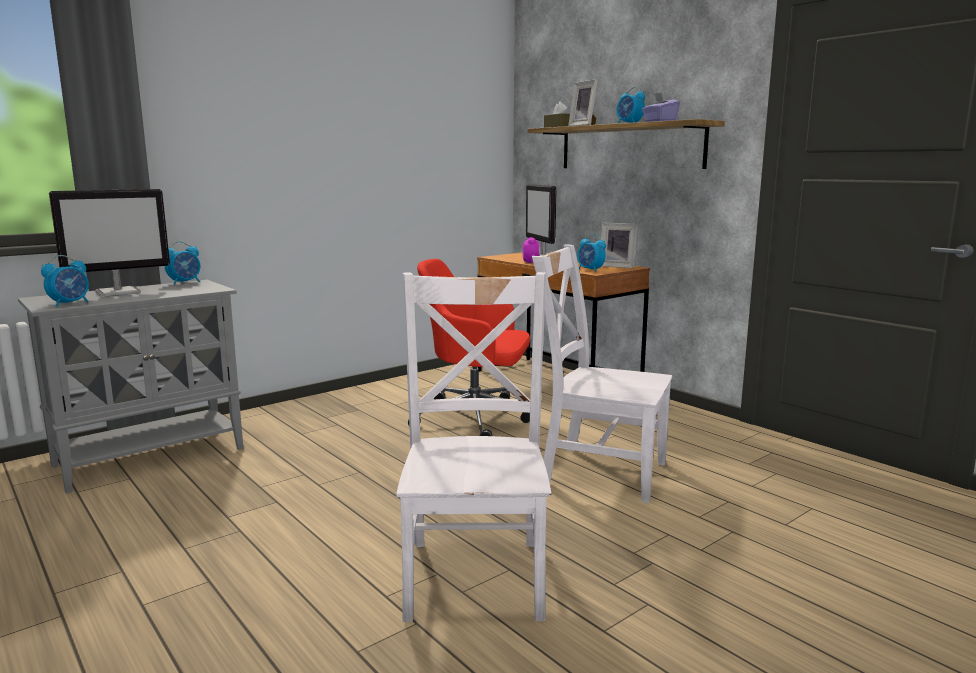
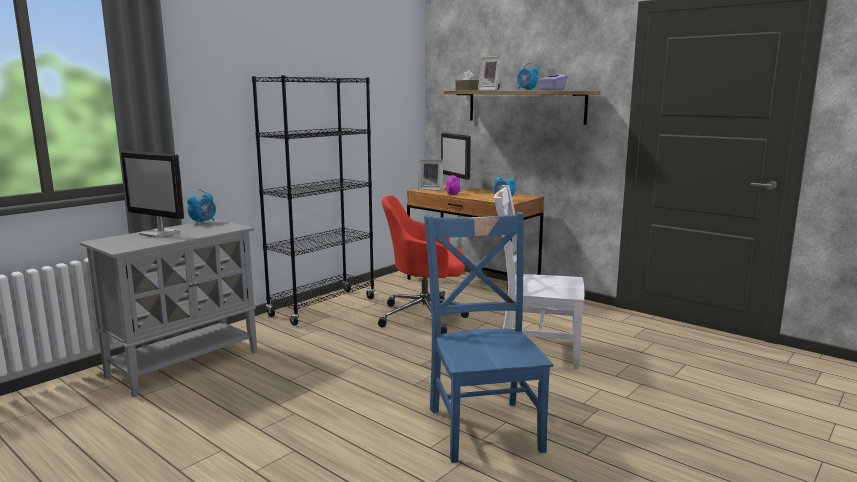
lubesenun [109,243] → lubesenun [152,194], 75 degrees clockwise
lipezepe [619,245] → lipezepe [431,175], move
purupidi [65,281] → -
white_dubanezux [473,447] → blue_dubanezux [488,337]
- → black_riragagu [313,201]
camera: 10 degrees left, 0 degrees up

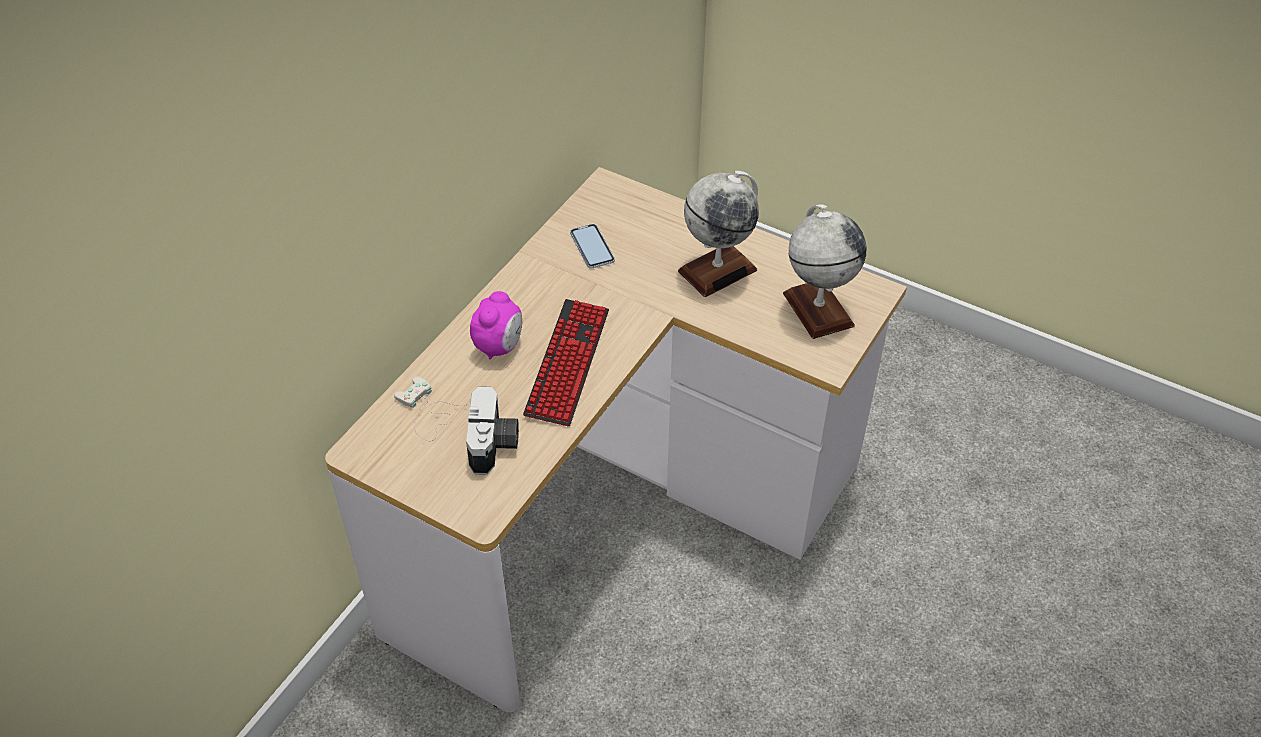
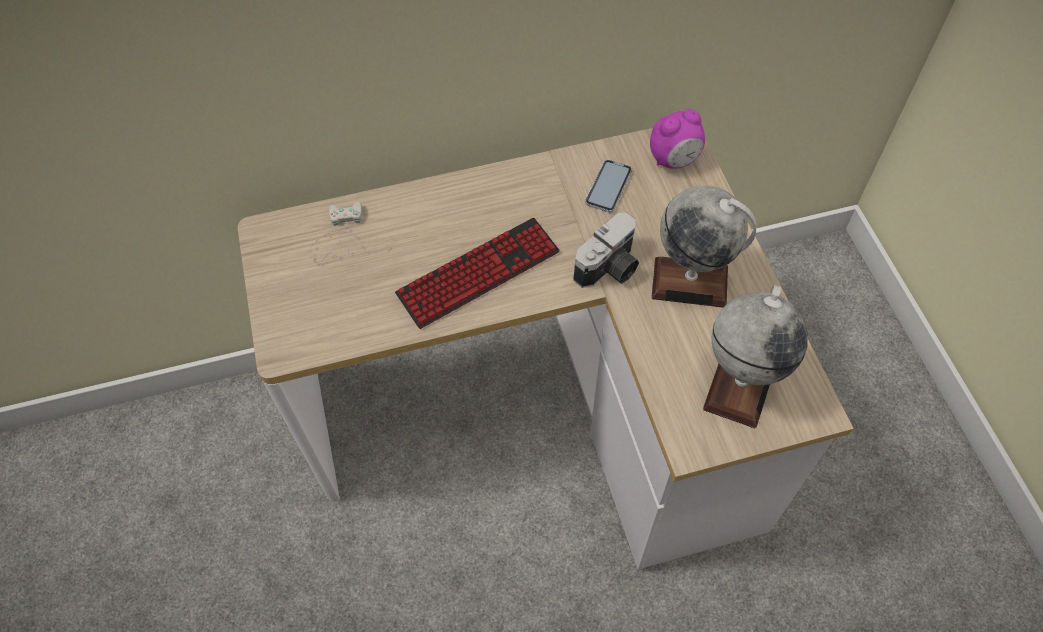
purupidi [496,325] → purupidi [677,139], move
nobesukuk [492,430] → nobesukuk [606,250], move
camera: 45 degrees right, 10 degrees up

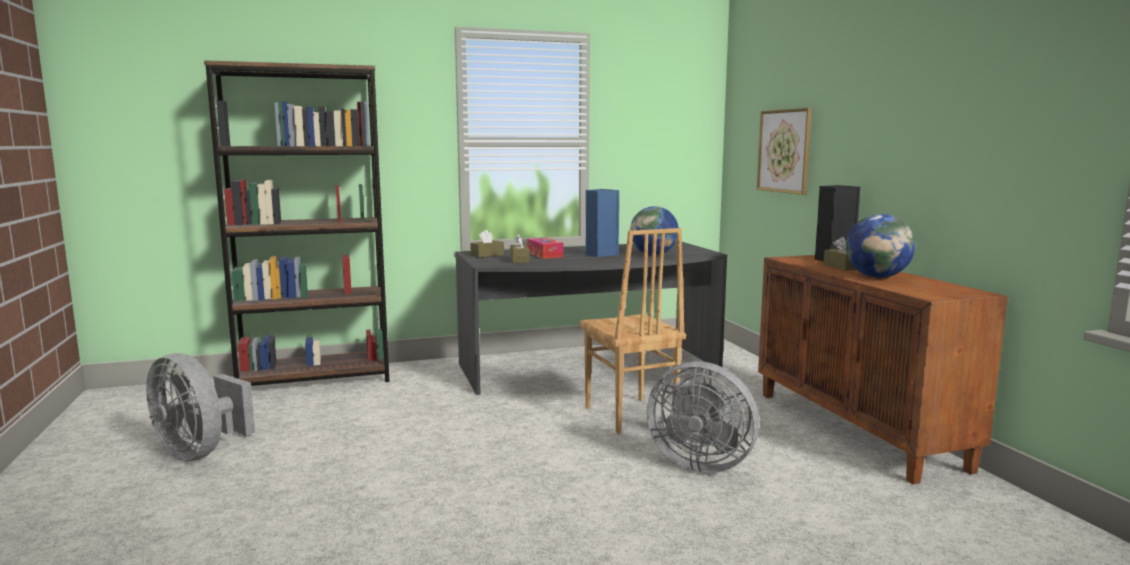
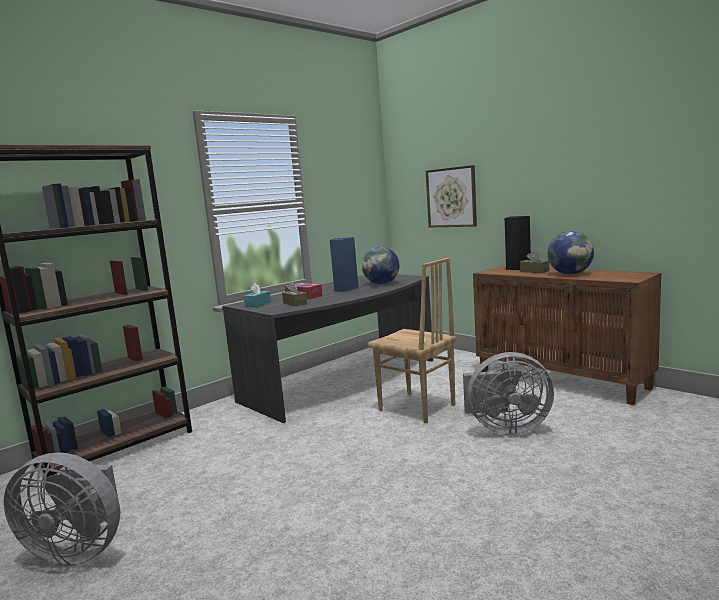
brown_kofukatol [487,244] → turquoise_kofukatol [257,295]
camera: 25 degrees left, 0 degrees up

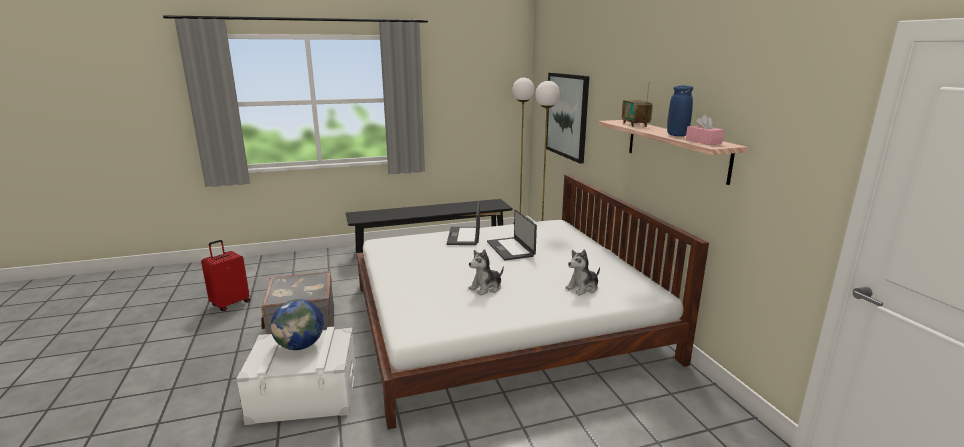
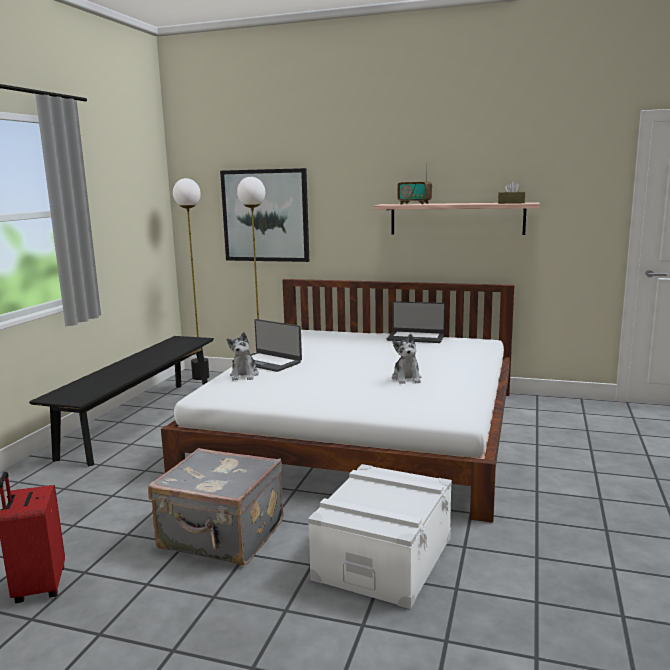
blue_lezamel [680,111] → -
pink_kofukatol [705,129] → brown_kofukatol [511,192]
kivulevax [512,235] → kivulevax [416,322], move
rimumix [582,272] → rimumix [243,356], move
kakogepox [297,324] → -
camera: 55 degrees left, 5 degrees down

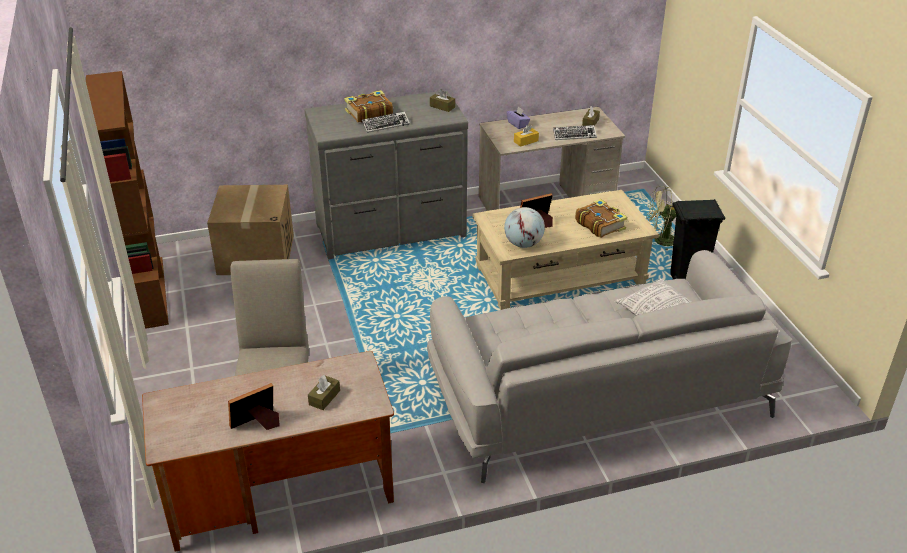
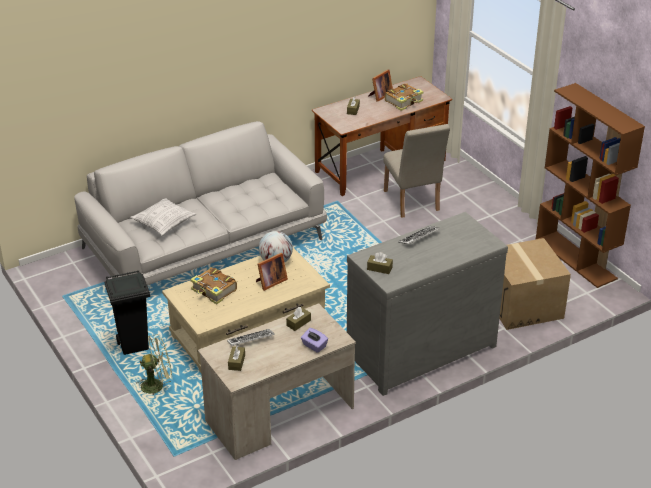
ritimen [368,106] → ritimen [404,97], move
yellow_kofukatol [526,136] → brown_kofukatol [298,319]
camera: 165 degrees right, 0 degrees up

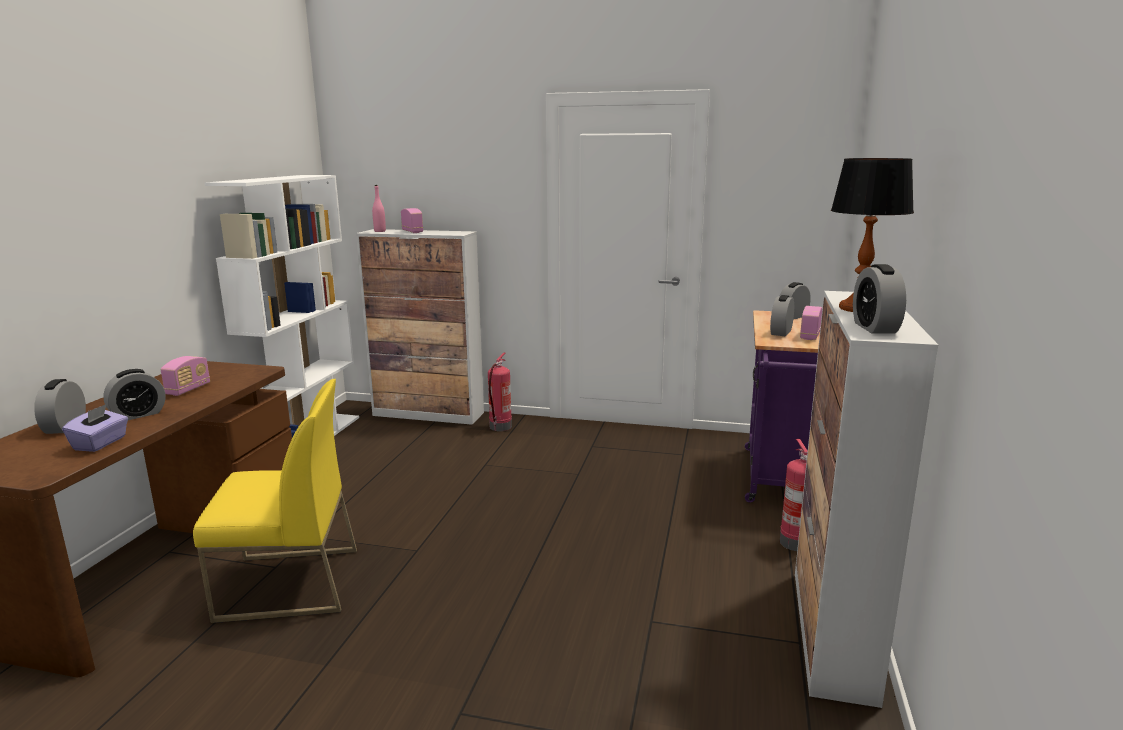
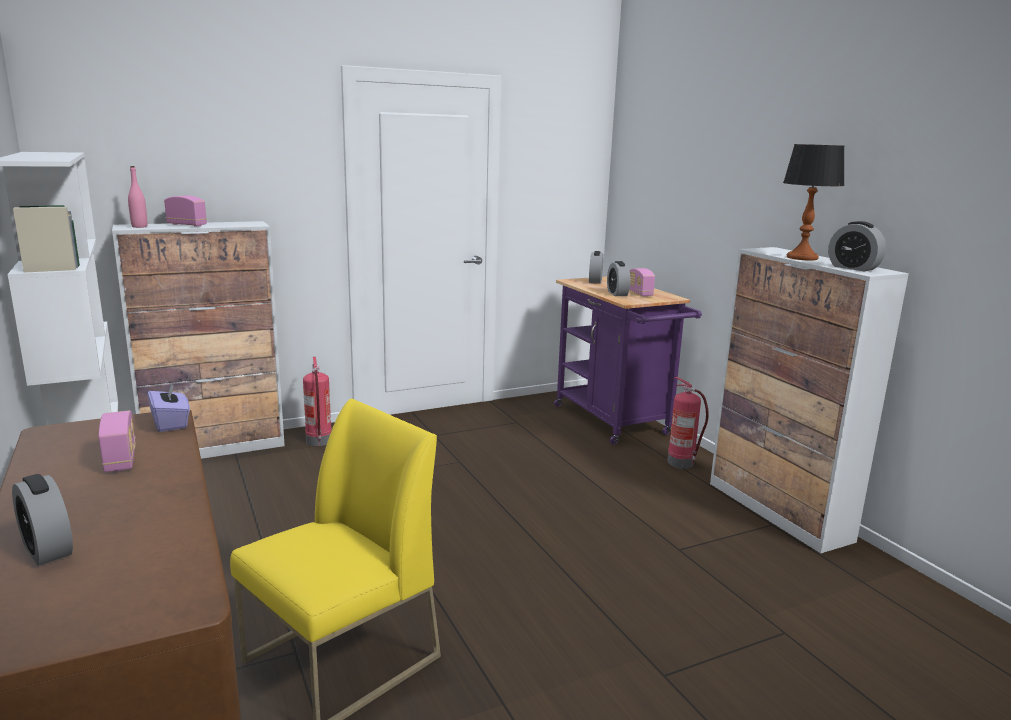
purupidi [134,394] → -
purple_kofukatol [95,428] → purple_kofukatol [169,407], move
camera: 40 degrees left, 0 degrees up

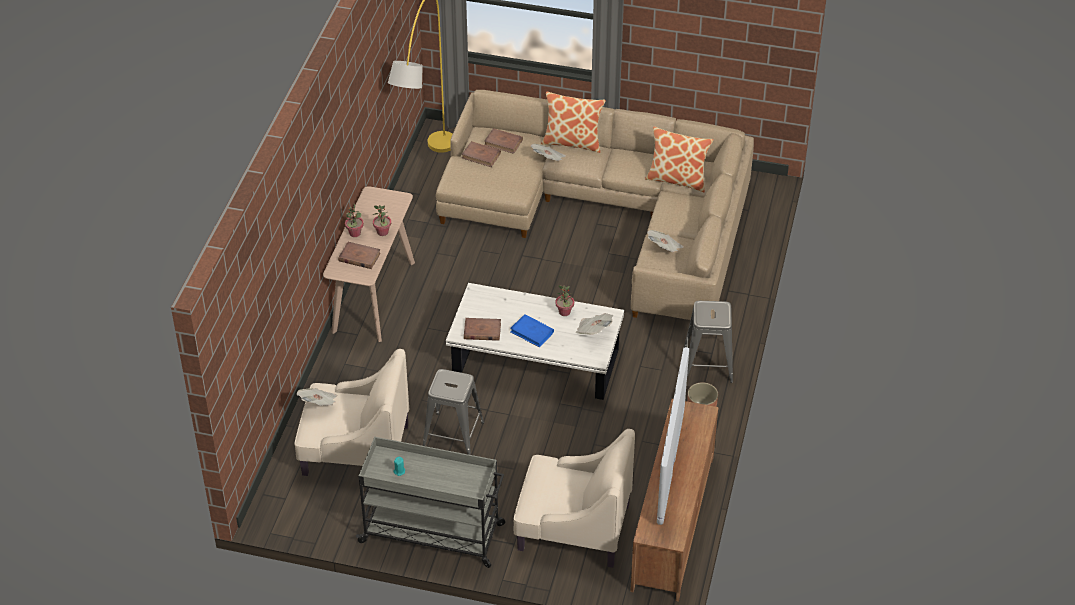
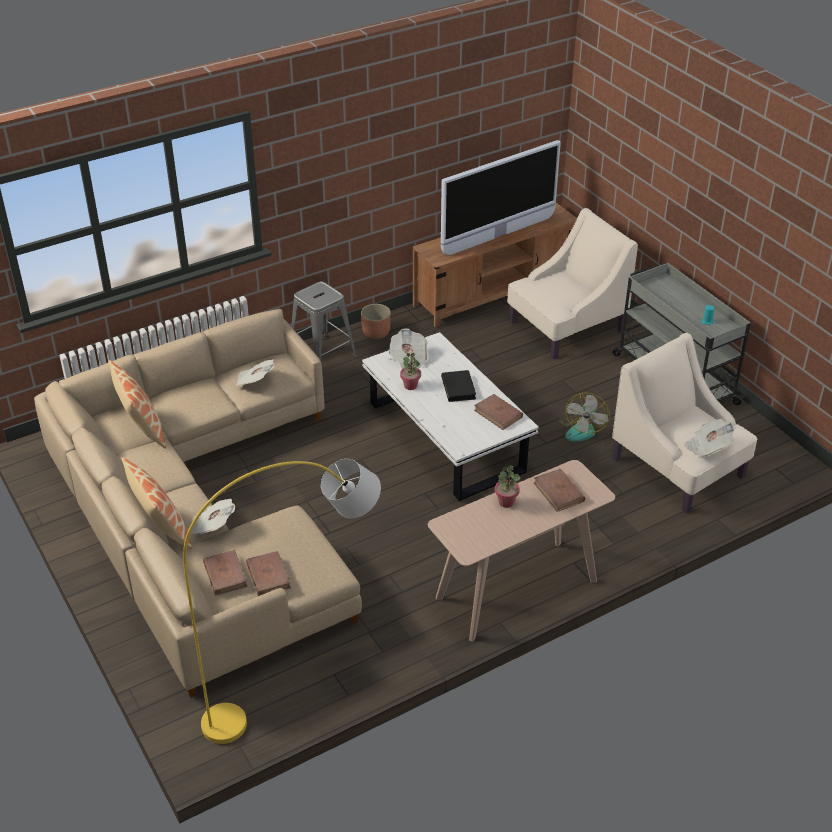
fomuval [354,220] → -
blue_ritimen [532,331] → black_ritimen [458,386]
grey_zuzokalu [453,412] → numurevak [584,417]
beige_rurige [574,498] → beige_rurige [572,284], 90 degrees clockwise
camera: 135 degrees left, 5 degrees down

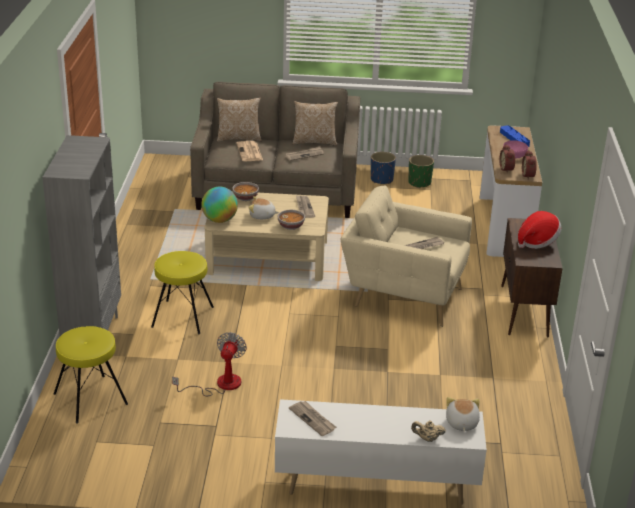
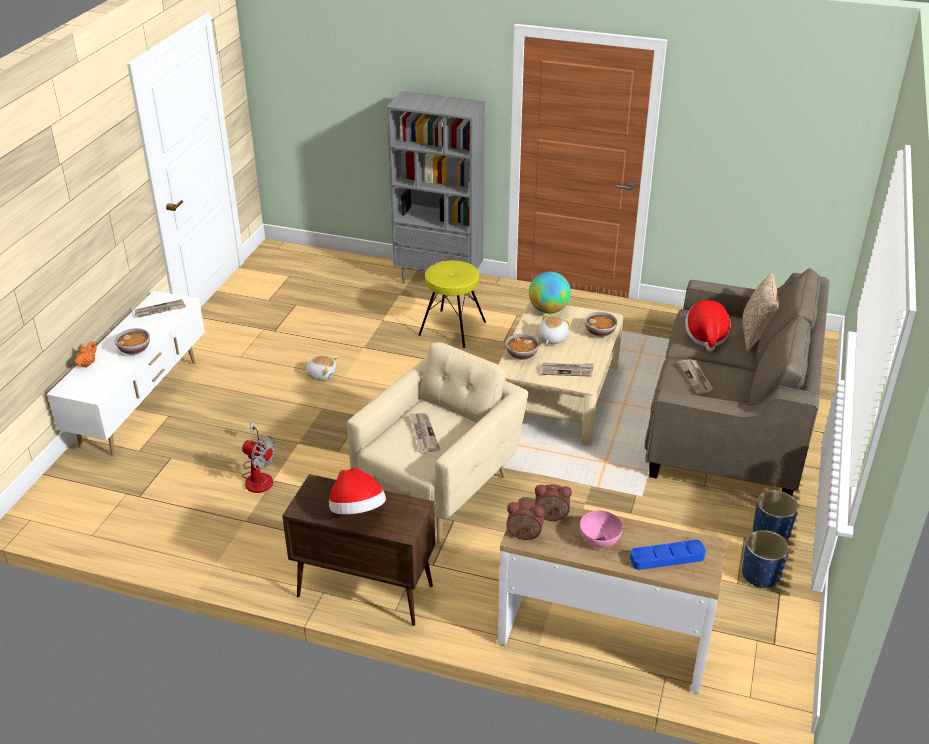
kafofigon [315,123] → -
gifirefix [249,151] → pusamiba [707,325]
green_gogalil [421,171] → blue_gogalil [765,559]
yellow_zuzokalu [91,375] → -
numurevak [209,364] → numurevak [259,457], move
rimumix [463,414] → rimumix [321,368], move
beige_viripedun [428,431] → orange_viripedun [86,354]
- → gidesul [132,341]
camera: 105 degrees right, 5 degrees up

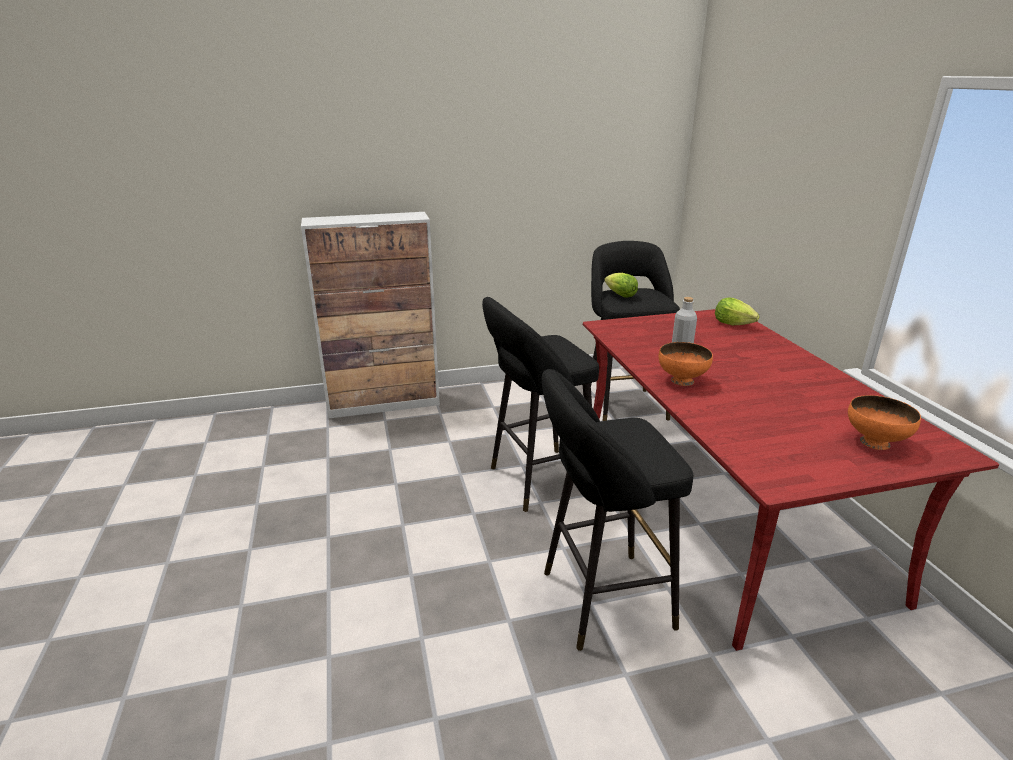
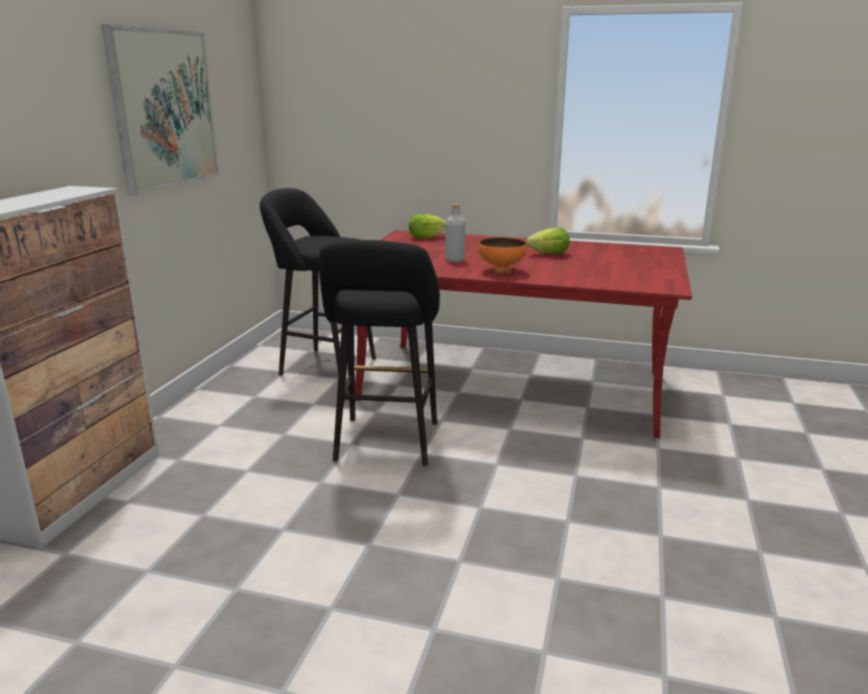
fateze [621,285] → fateze [548,240], move
black_zuzokalu [617,510] → -
orange_gidesul [884,422] → -
- → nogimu [160,110]
camera: 60 degrees left, 5 degrees down

